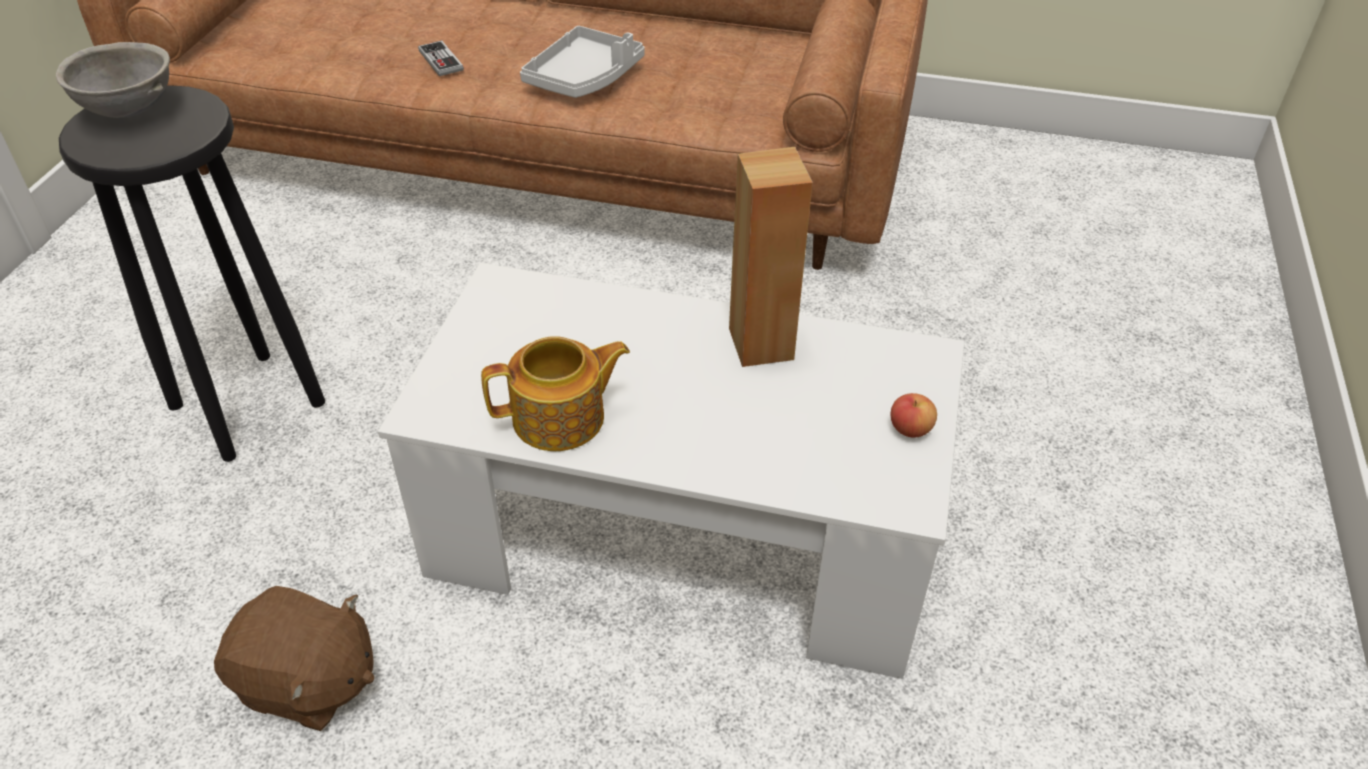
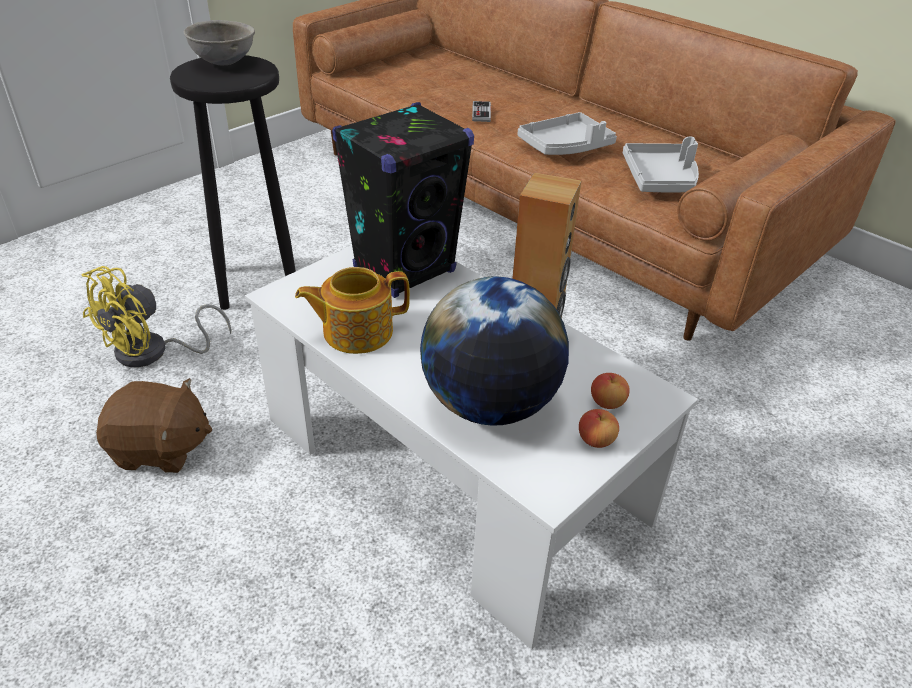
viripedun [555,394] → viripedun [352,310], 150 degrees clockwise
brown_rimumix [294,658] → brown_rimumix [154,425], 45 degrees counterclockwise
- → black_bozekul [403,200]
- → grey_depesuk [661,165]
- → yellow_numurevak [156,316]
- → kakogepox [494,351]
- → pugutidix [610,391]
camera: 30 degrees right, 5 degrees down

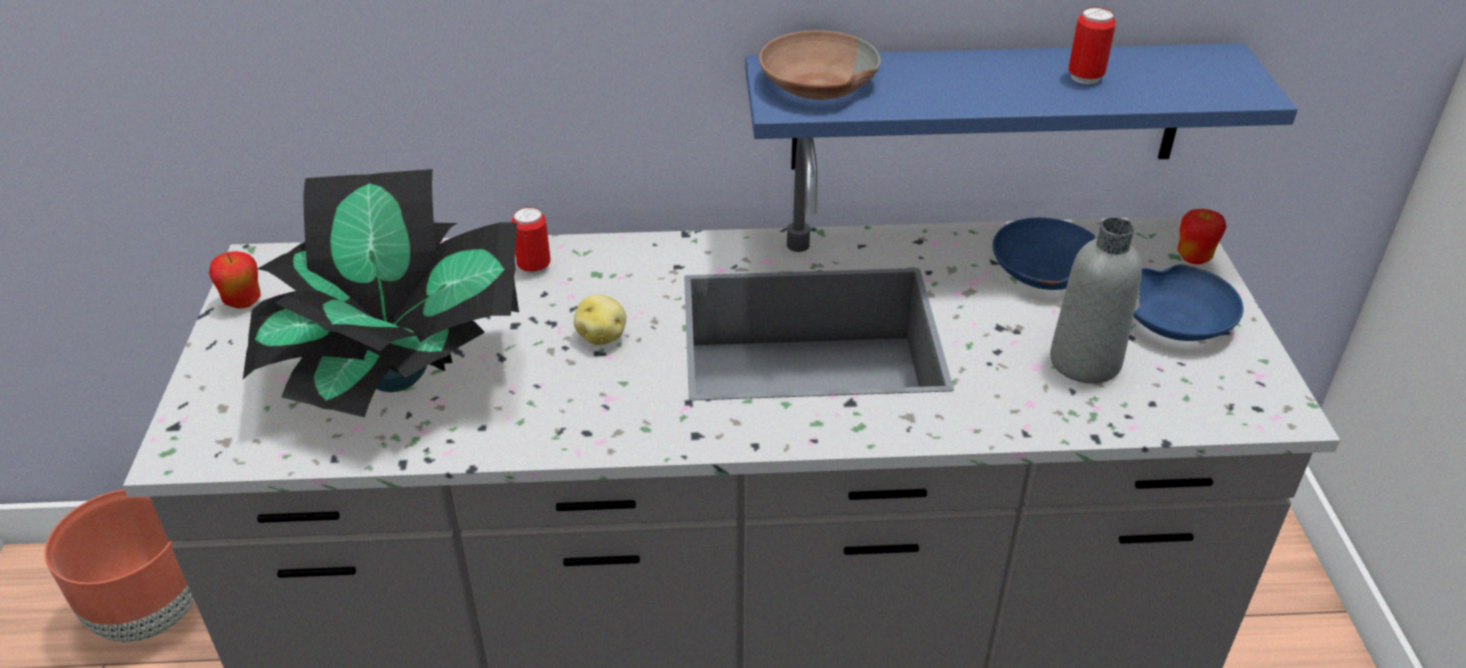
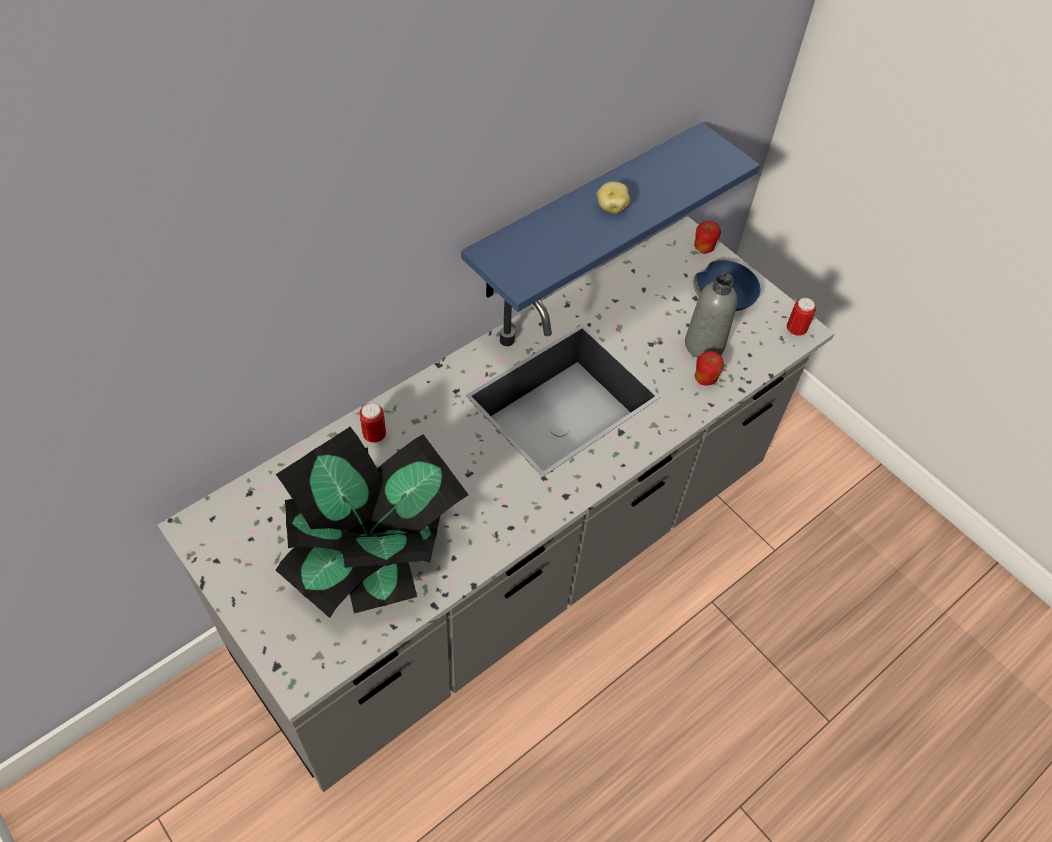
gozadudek [1092,45] → gozadudek [801,317], move
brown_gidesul [820,65] → -
blue_gidesul [1045,254] → -
pugutidix [234,279] → pugutidix [709,368], move
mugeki [600,320] → mugeki [613,197], move
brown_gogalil [119,565] → -
camera: 40 degrees left, 15 degrees up

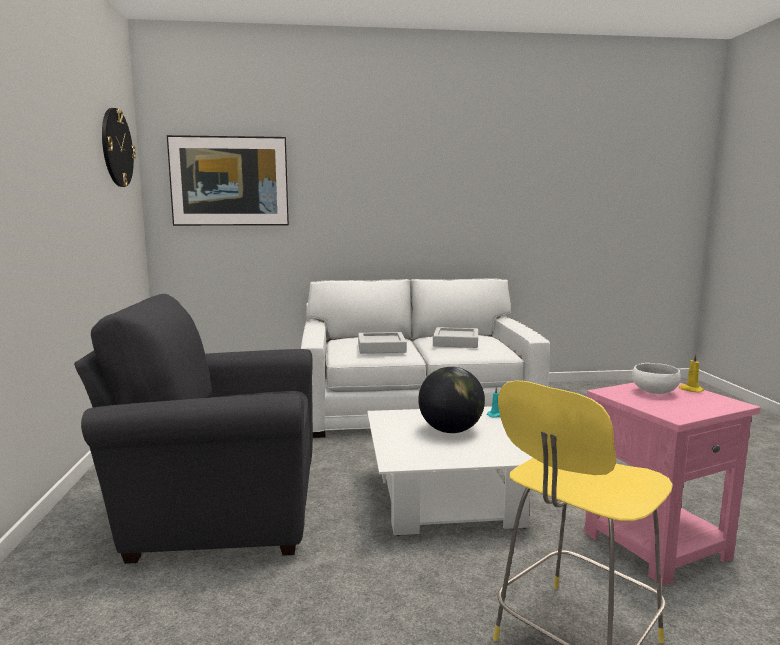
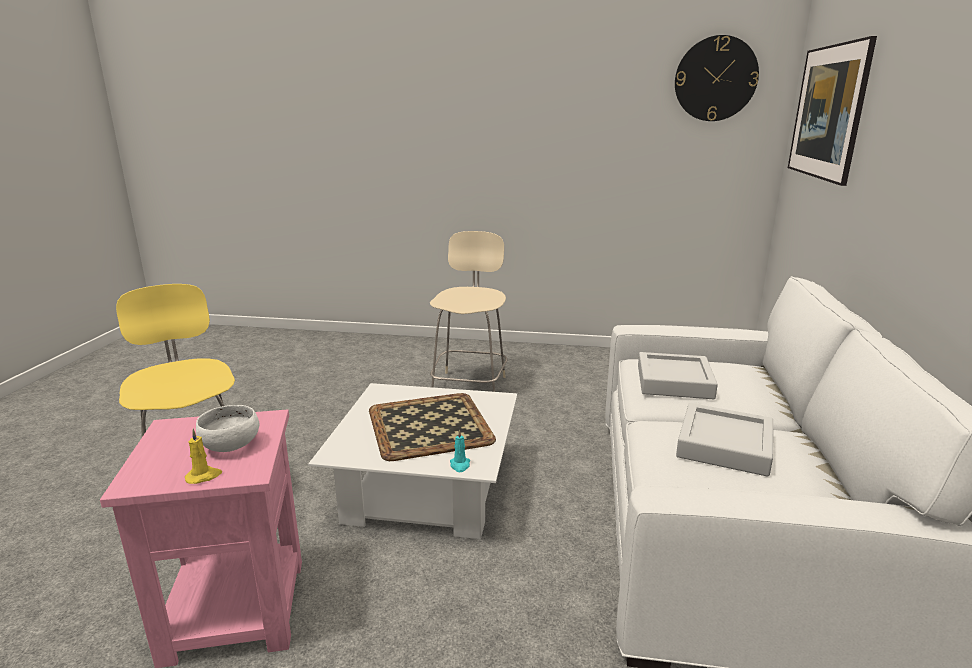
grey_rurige [193,429] → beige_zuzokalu [468,311]
kakogepox [451,400] → depesuk [432,427]
camera: 105 degrees right, 10 degrees up

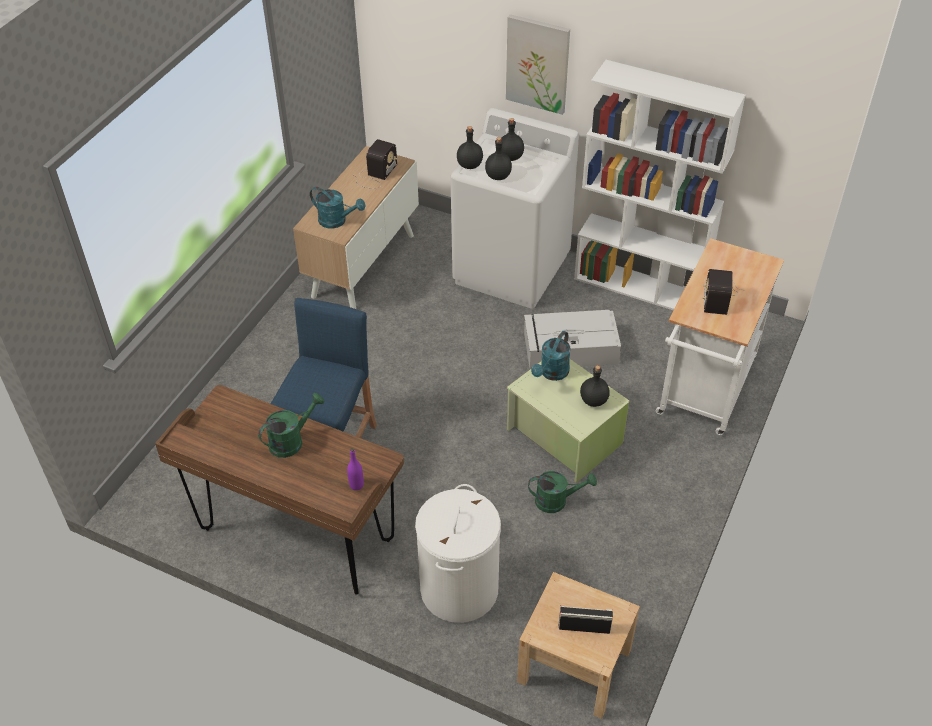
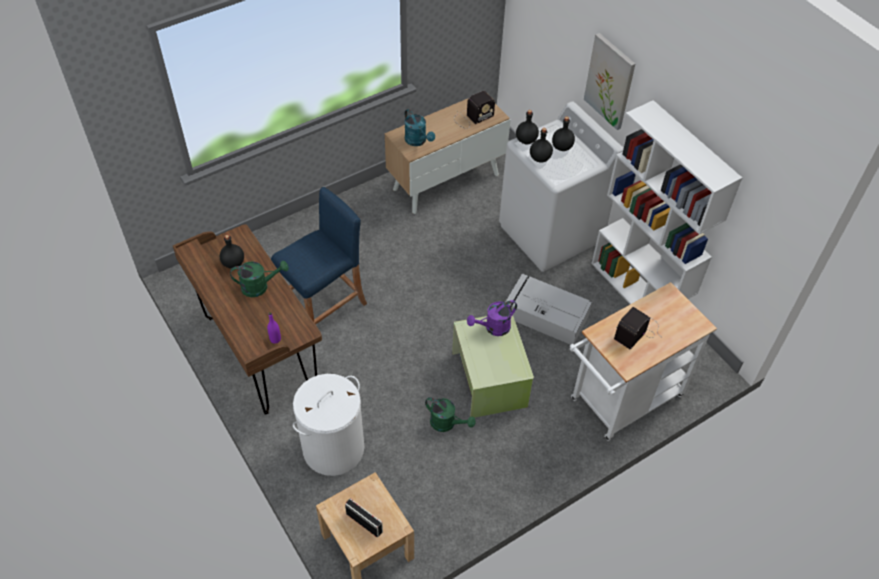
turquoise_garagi [551,356] → purple_garagi [492,318]
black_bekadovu [595,386] → black_bekadovu [232,252], move
camera: 30 degrees right, 5 degrees up

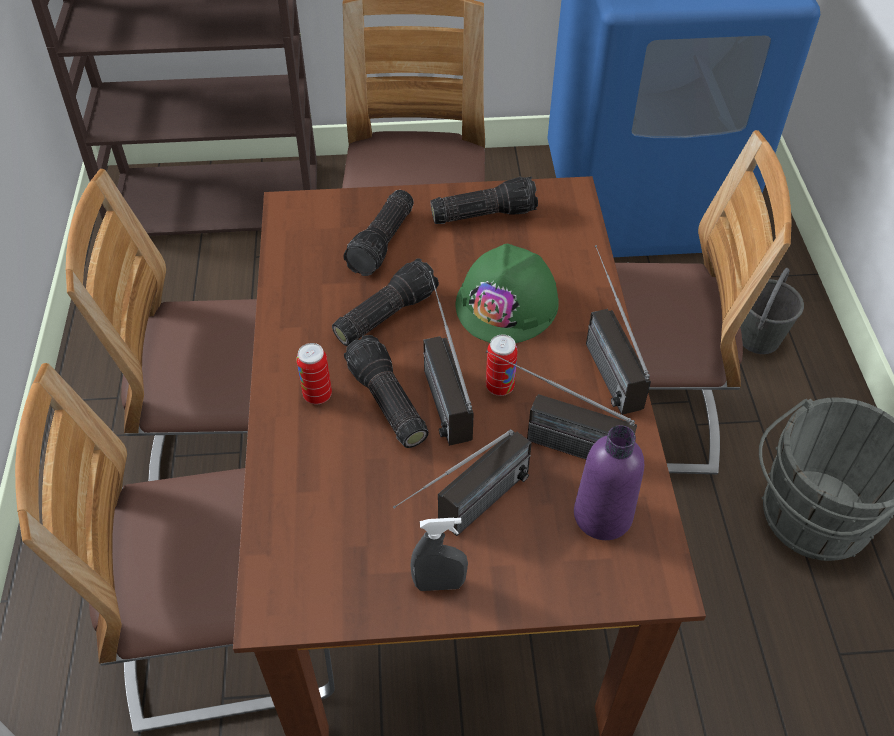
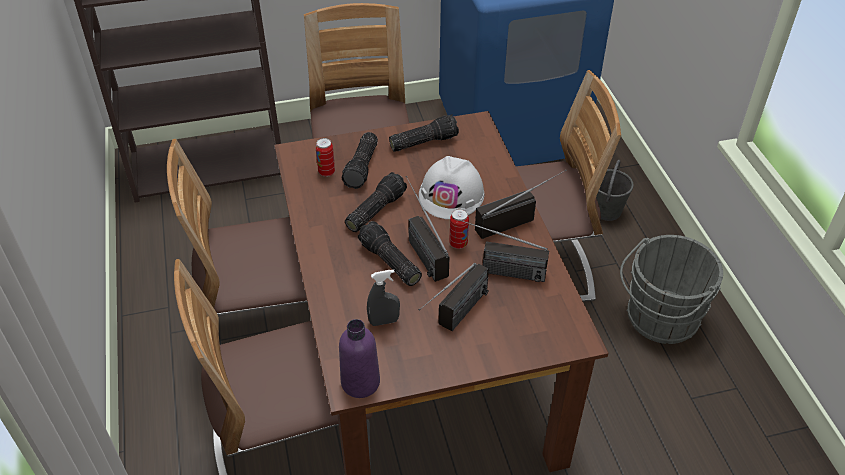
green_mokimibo [507,293] → white_mokimibo [451,187]
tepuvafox [618,330] → tepuvafox [521,204], 90 degrees clockwise
gozadudek [314,373] → gozadudek [325,157], move
purple_bekadovu [609,482] → purple_bekadovu [359,358], move
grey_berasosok [439,554] → grey_berasosok [383,298], move
camera: 10 degrees left, 5 degrees down

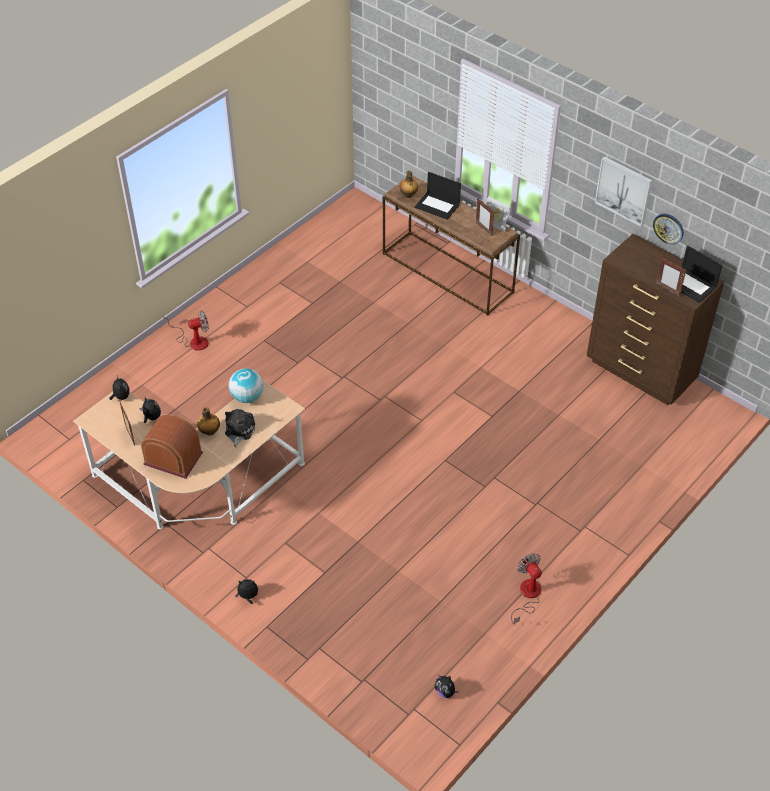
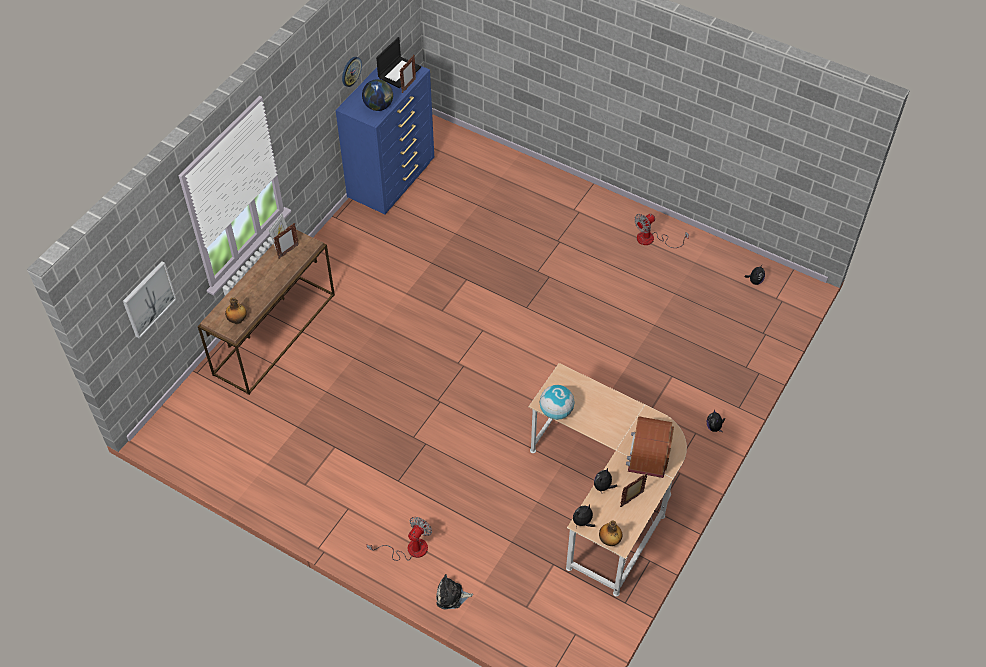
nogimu [623,192] → nogimu [150,300], move
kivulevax [438,196] → -
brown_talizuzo [655,319] → blue_talizuzo [385,140]
numurevak [186,331] → numurevak [399,539], 60 degrees clockwise
bekadovu [208,421] → bekadovu [610,533], move
rimumix [240,428] → rimumix [454,591], move
- → kakogepox [377,95]
camera: 100 degrees left, 5 degrees up

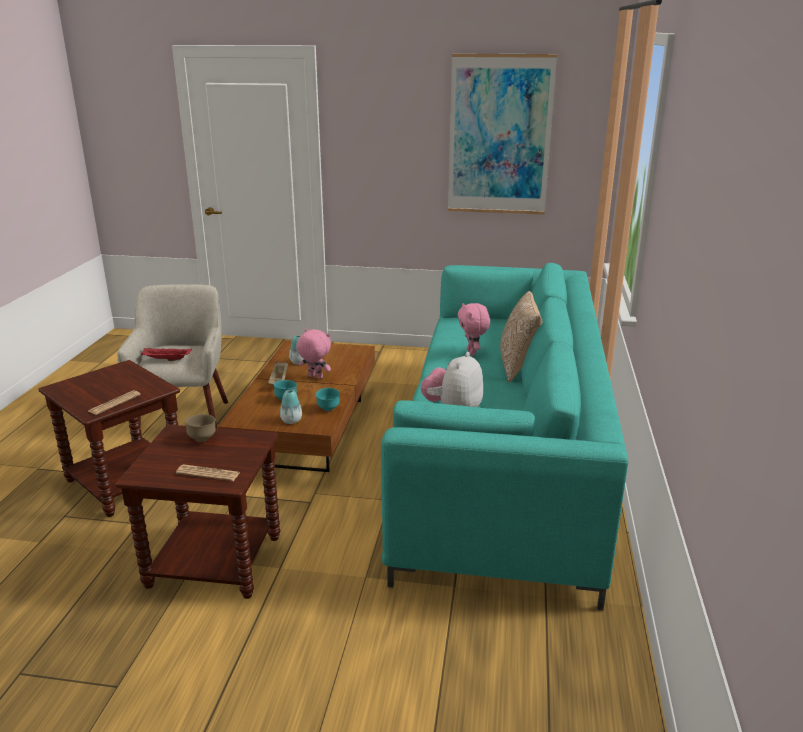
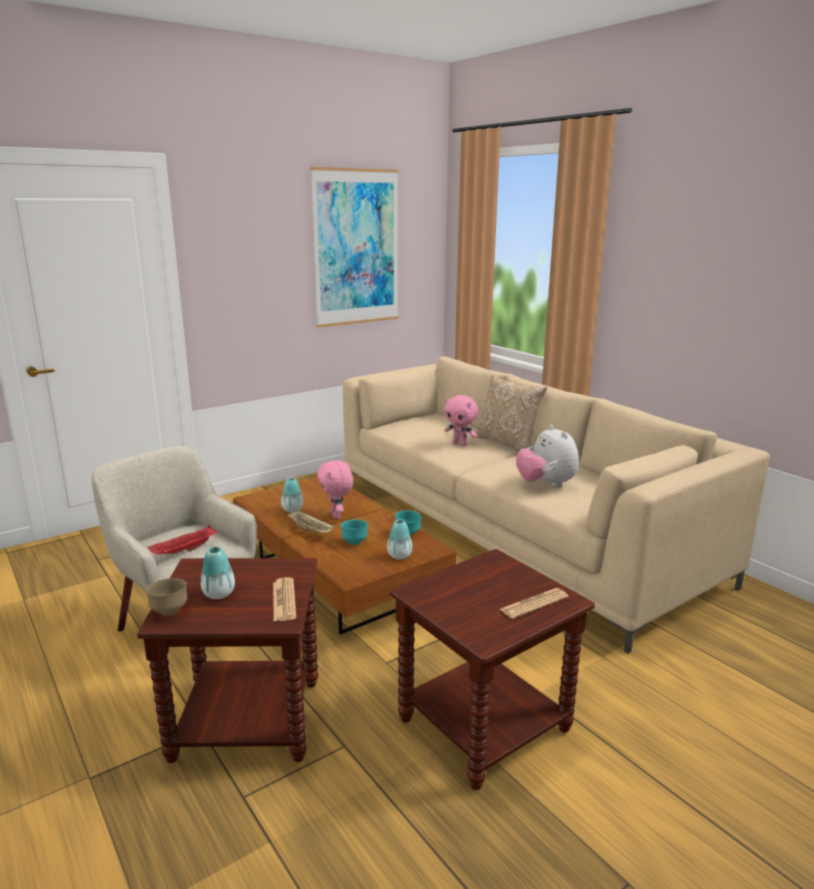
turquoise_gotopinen [504,437] → beige_gotopinen [556,505]
pink_rimumix [313,354] → pink_rimumix [335,490], 90 degrees counterclockwise
brown_gidesul [200,428] → brown_gidesul [166,597], move
- → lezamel [218,572]
camera: 45 degrees left, 5 degrees down

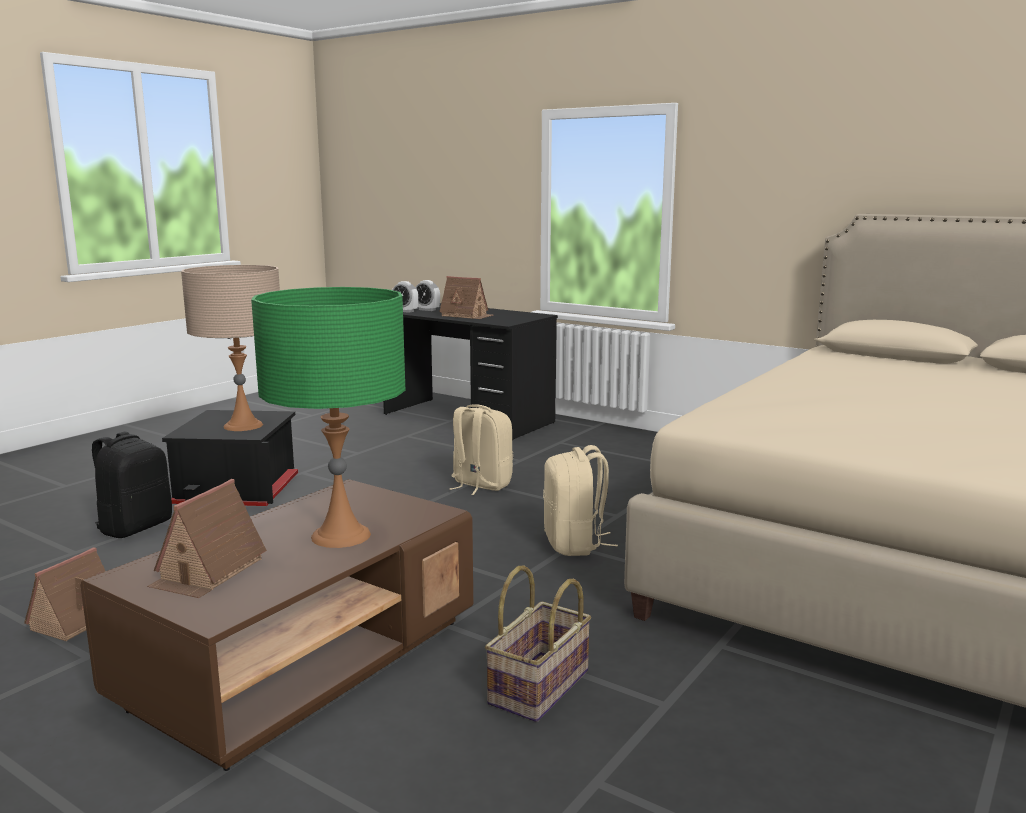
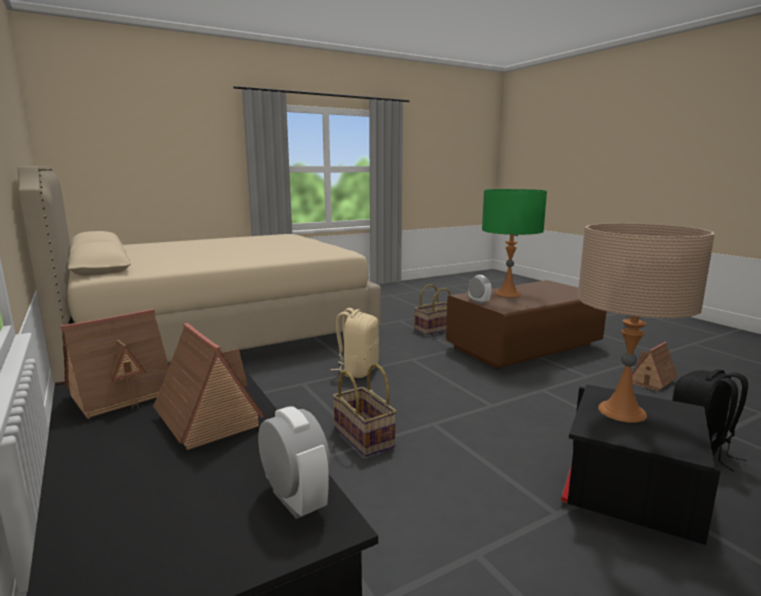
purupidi [427,295] → purupidi [479,289], move
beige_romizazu [481,449] → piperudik [365,410]
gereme [207,538] → gereme [114,364], move
camera: 155 degrees left, 0 degrees up

